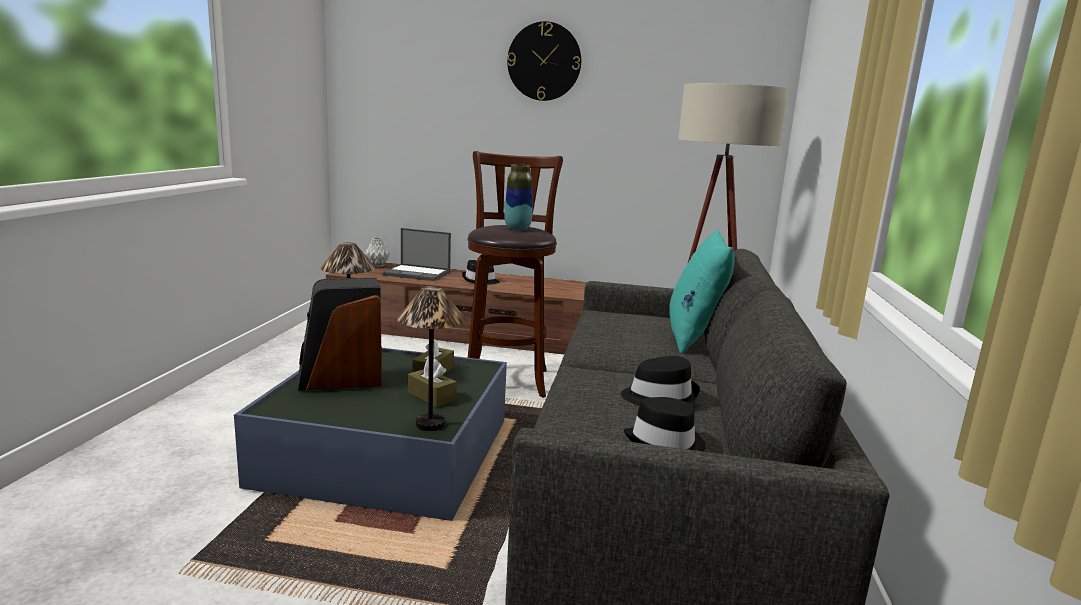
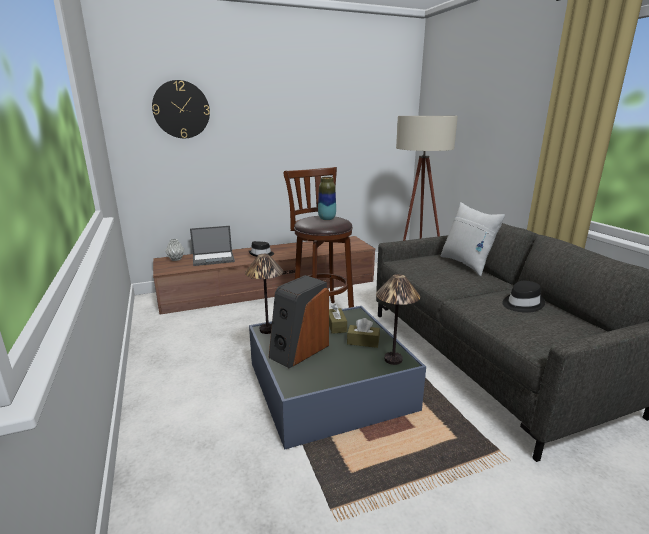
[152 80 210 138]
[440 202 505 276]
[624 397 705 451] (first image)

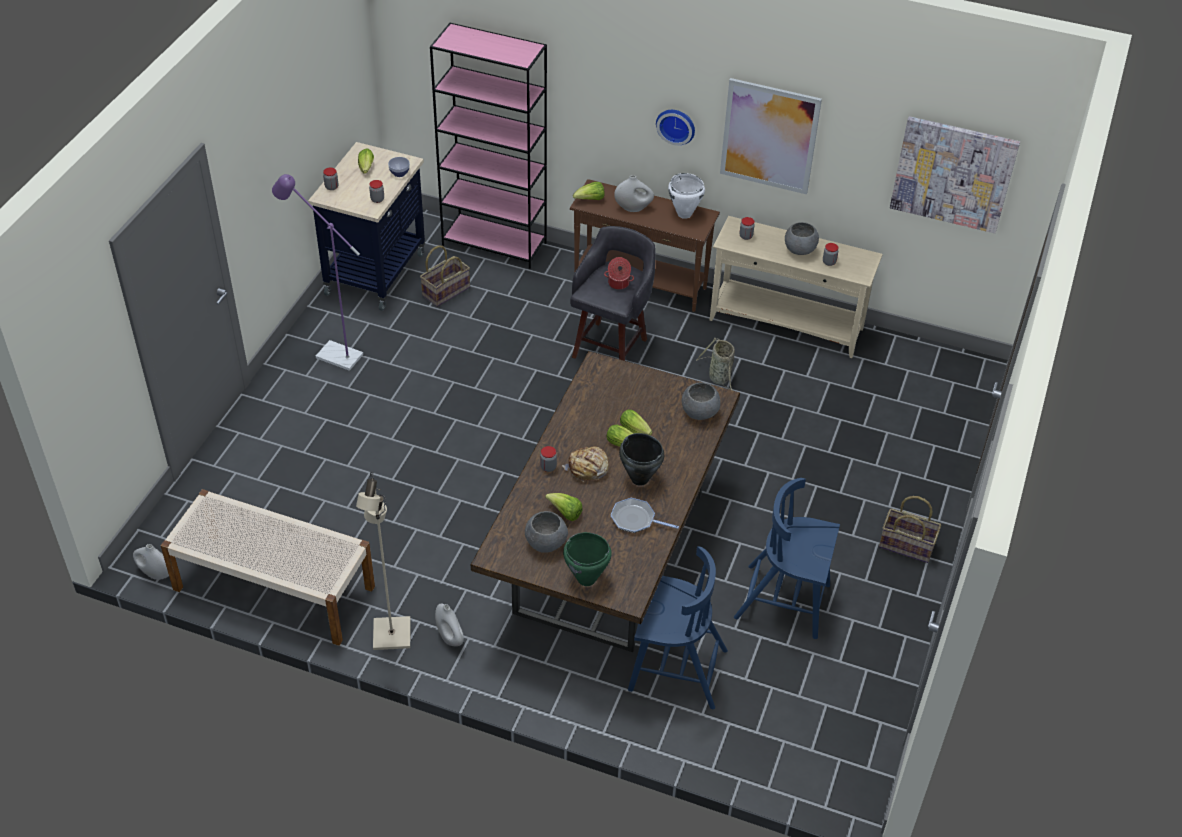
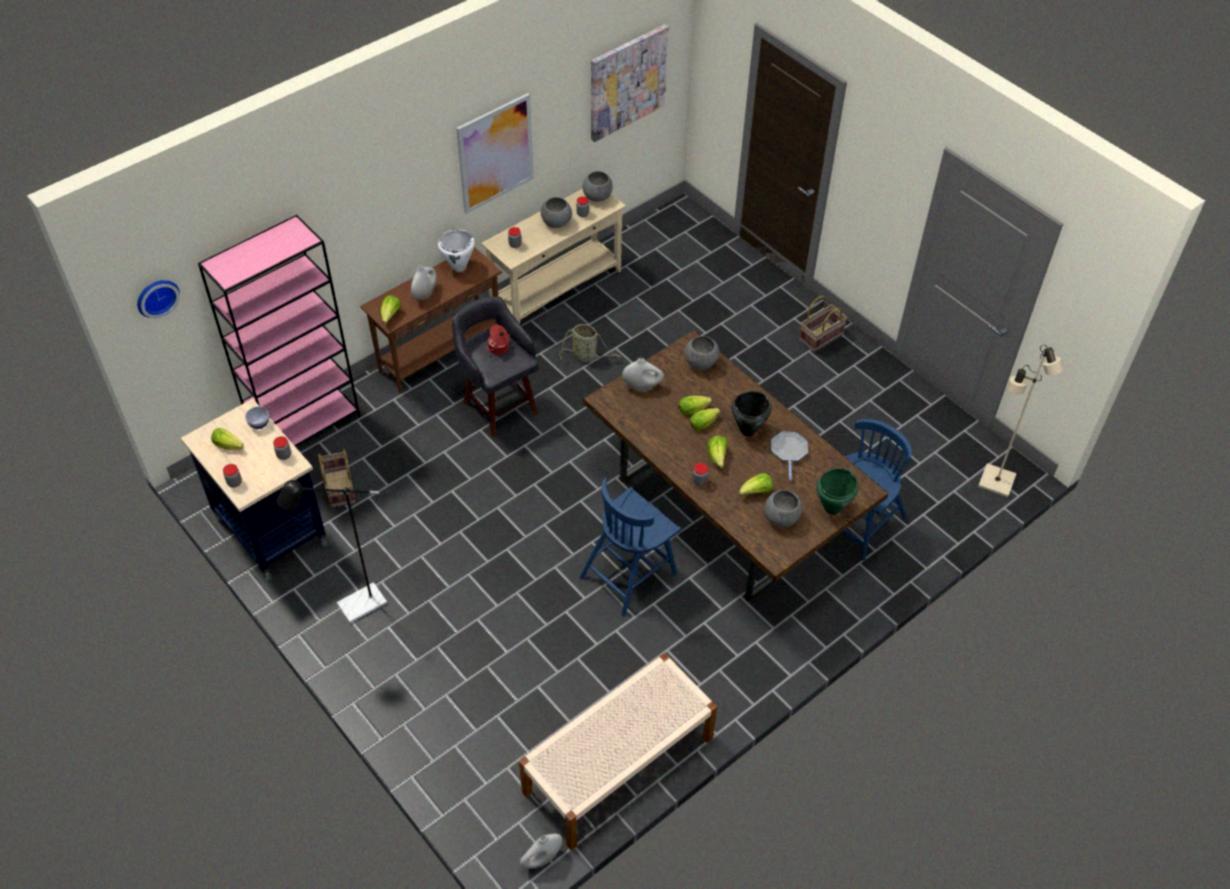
[137 280 180 318]
[277 479 387 623]
[707 435 728 468]
[978 345 1064 497]
[579 477 681 617]
[771 432 808 480]
[622 358 664 392]
[583 171 613 202]

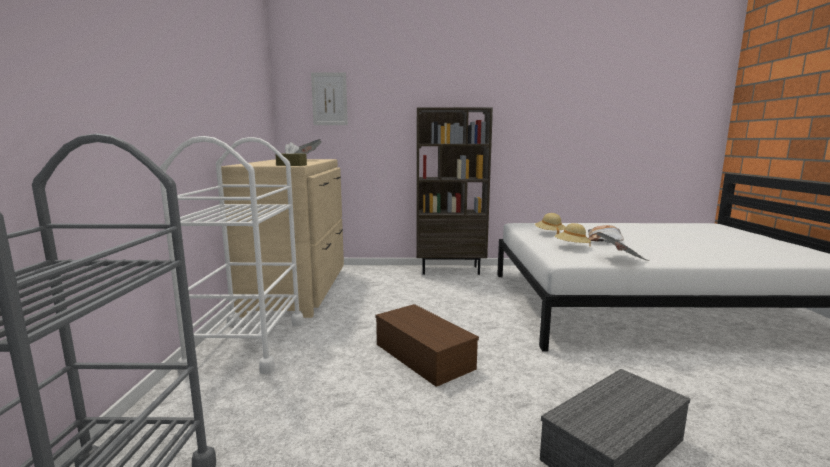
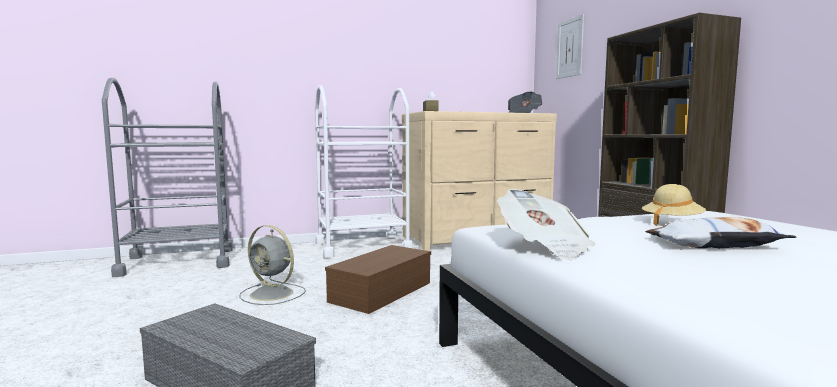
[555 223 591 247] (first image)
[239 225 306 305]

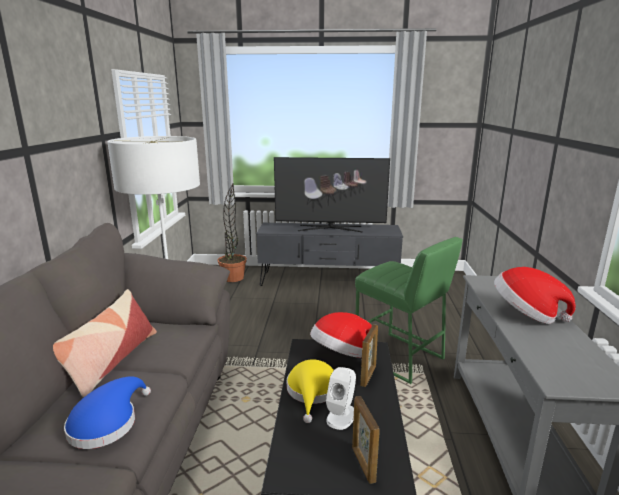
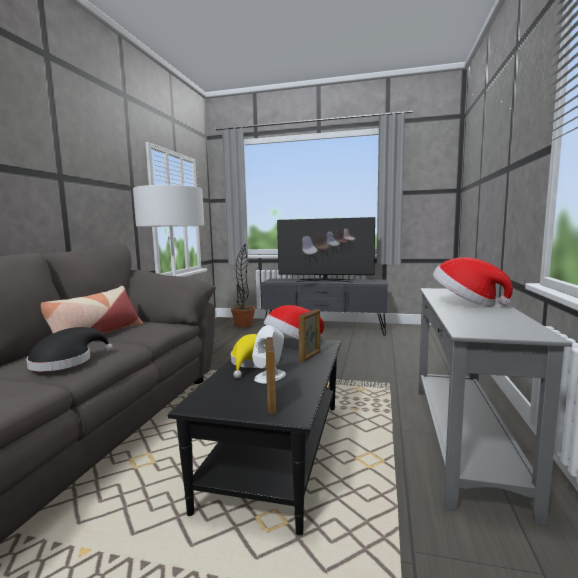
[355 237 463 384] (first image)
[26 327 113 371]

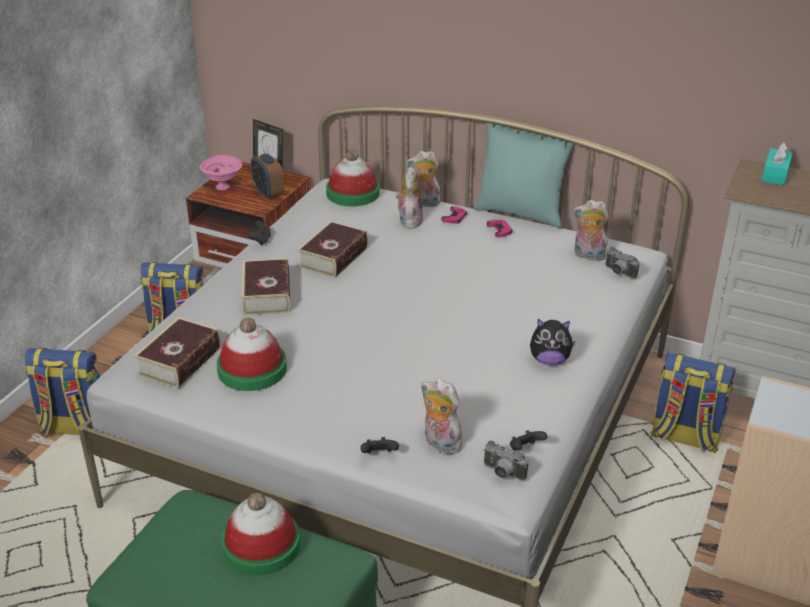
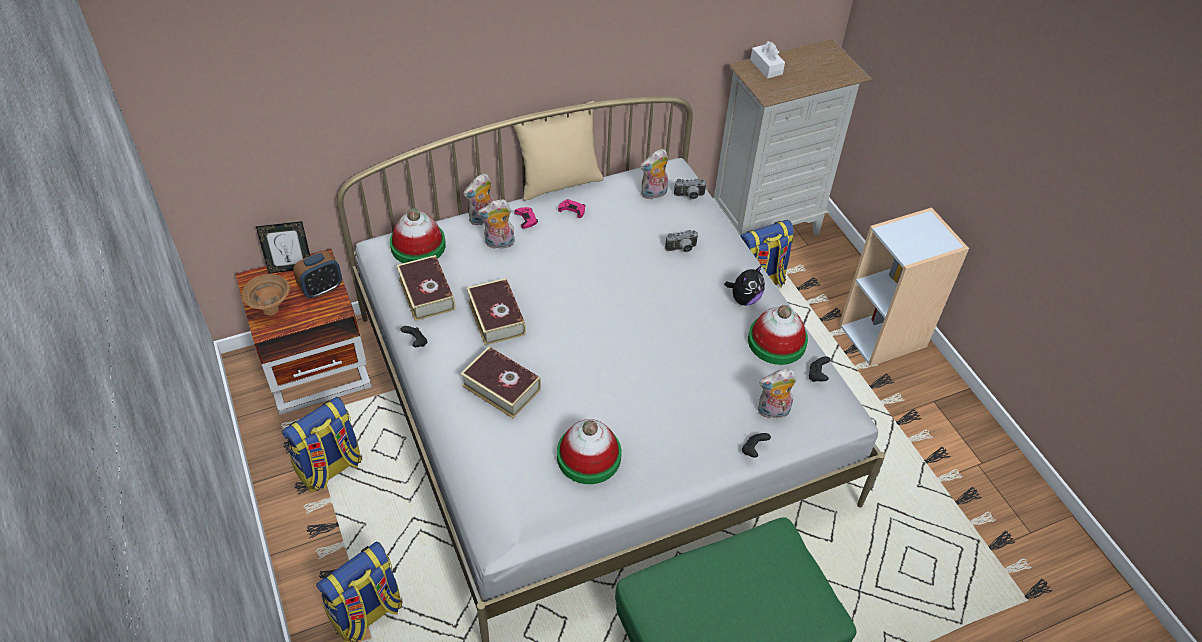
[513 101 604 201]
[750 41 785 79]
[293 251 342 298]
[242 274 290 315]
[477 199 515 249]
[396 255 455 321]
[665 230 698 252]
[748 305 808 365]

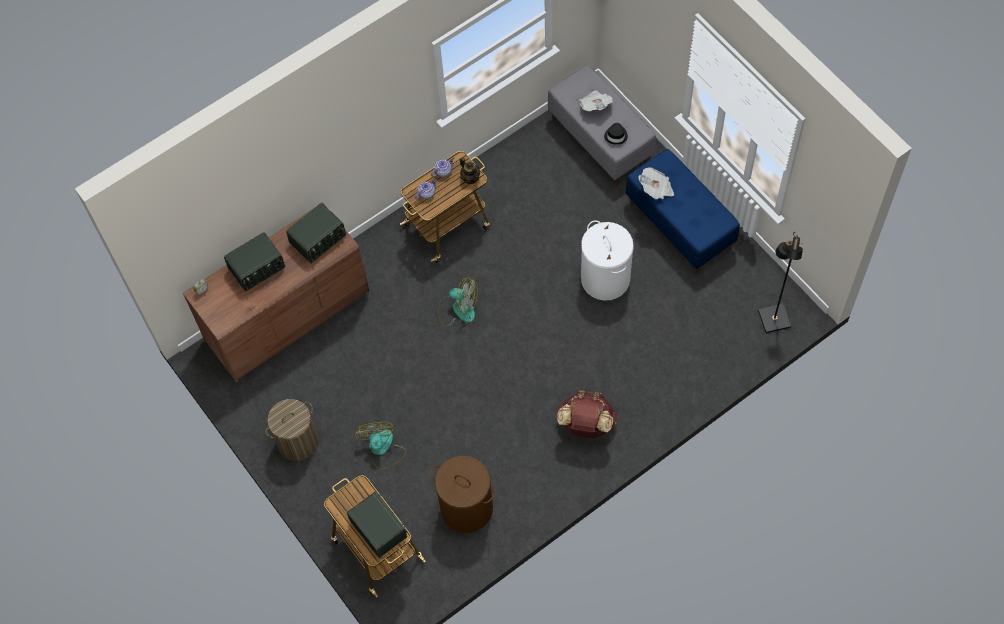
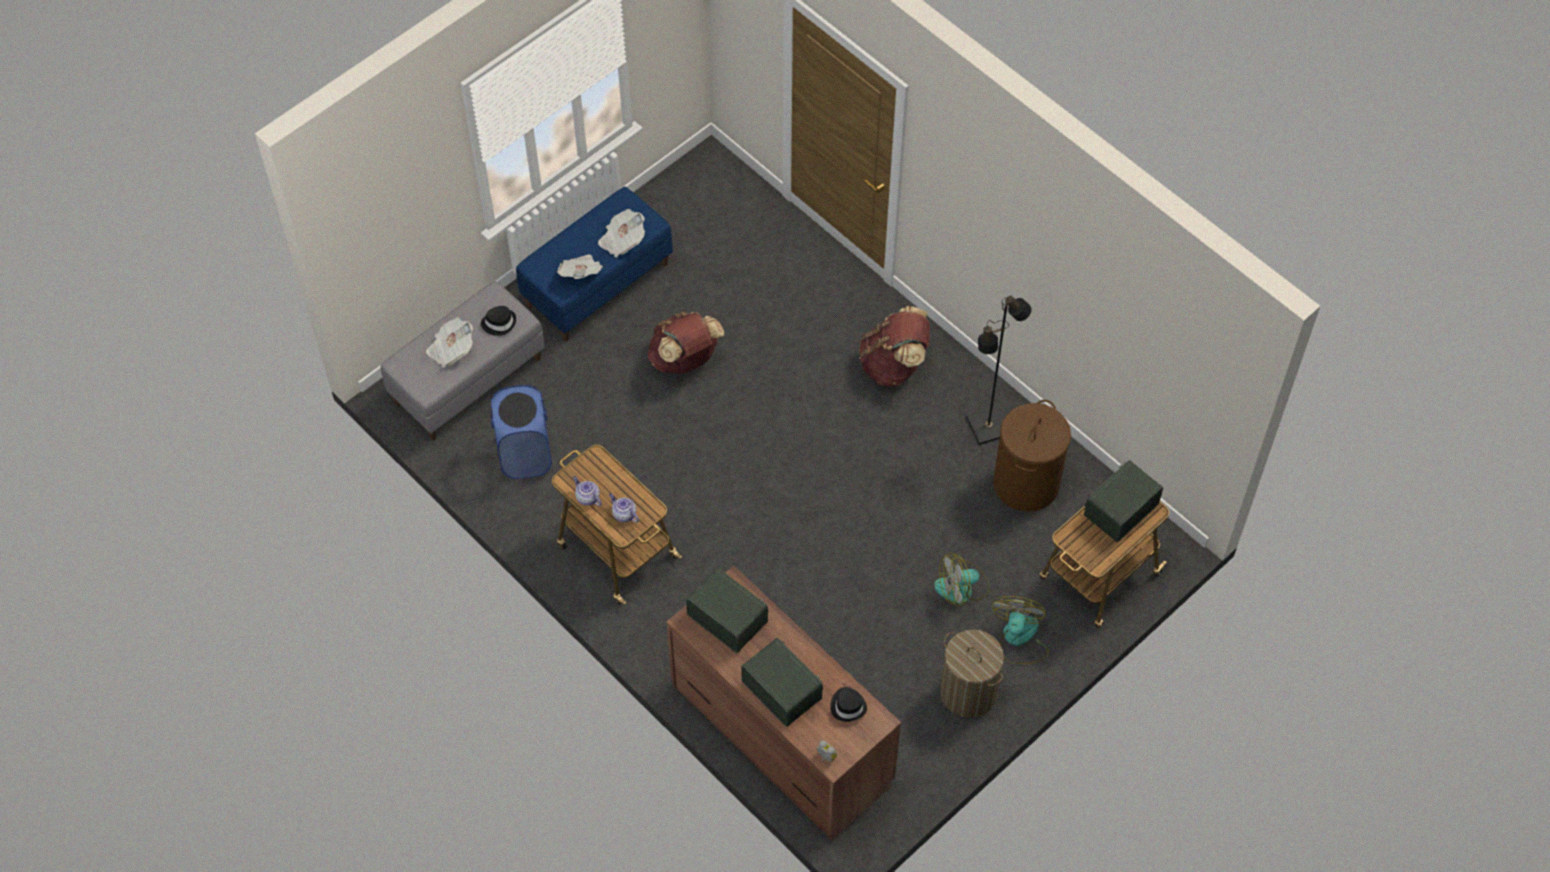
[460 157 480 184] (first image)
[647 312 724 374]
[966 295 1032 445]
[992 596 1049 664]
[598 209 645 258]
[490 385 552 479]
[830 687 867 722]

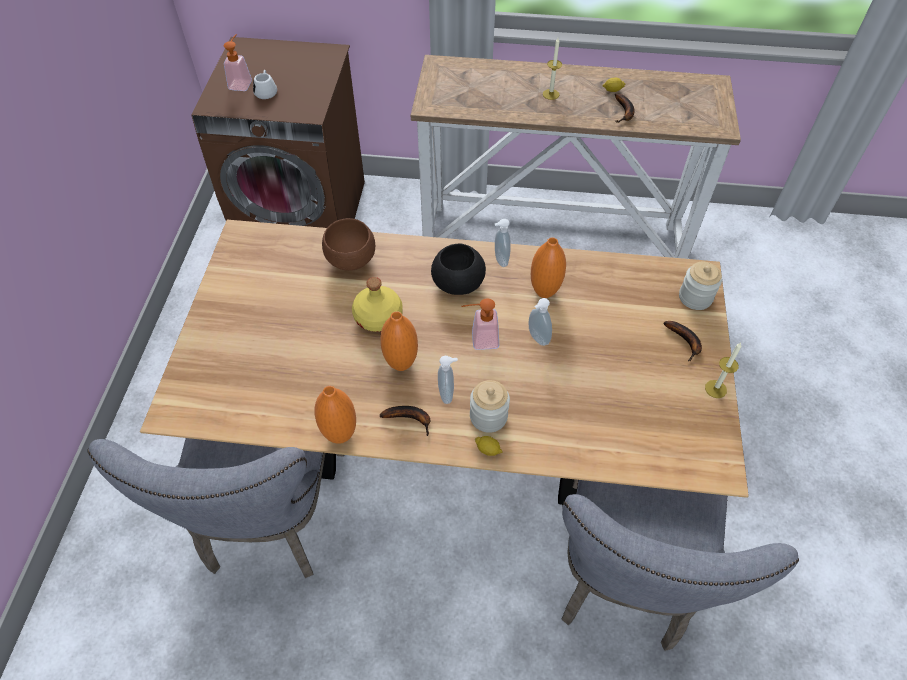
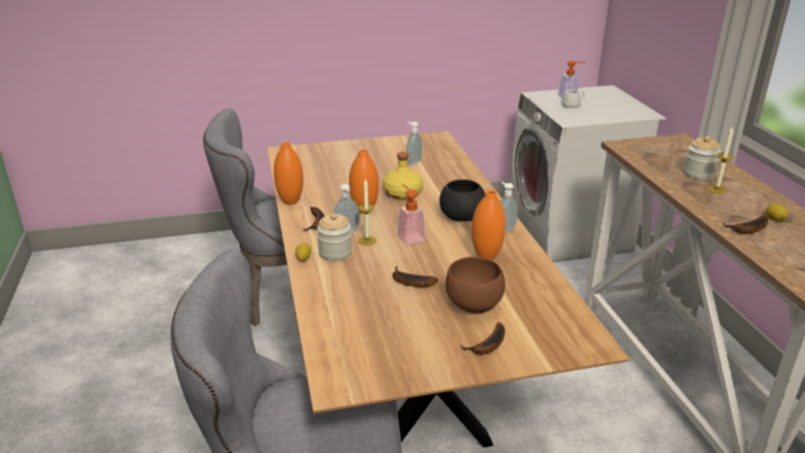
[510 85 667 263]
[446 257 505 313]
[684 136 721 180]
[406 122 422 166]
[358 178 376 245]
[392 266 438 287]

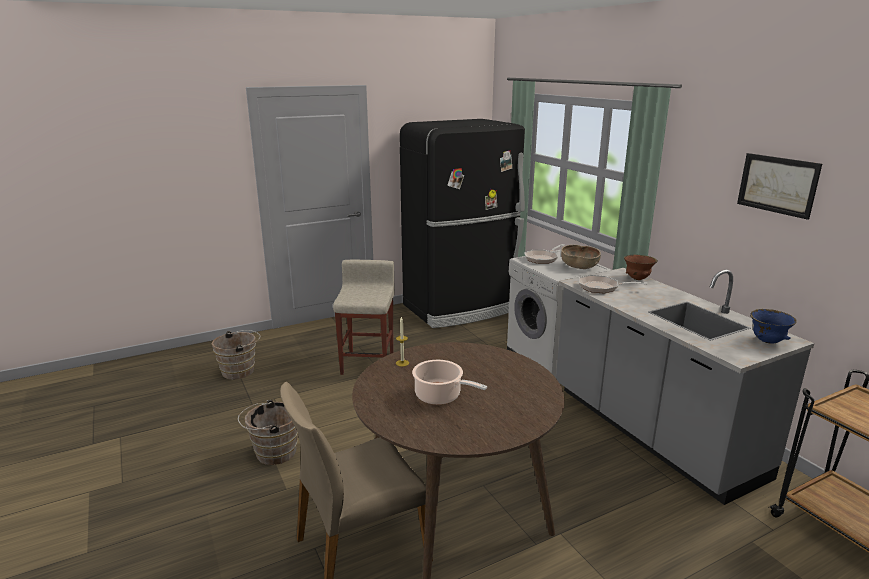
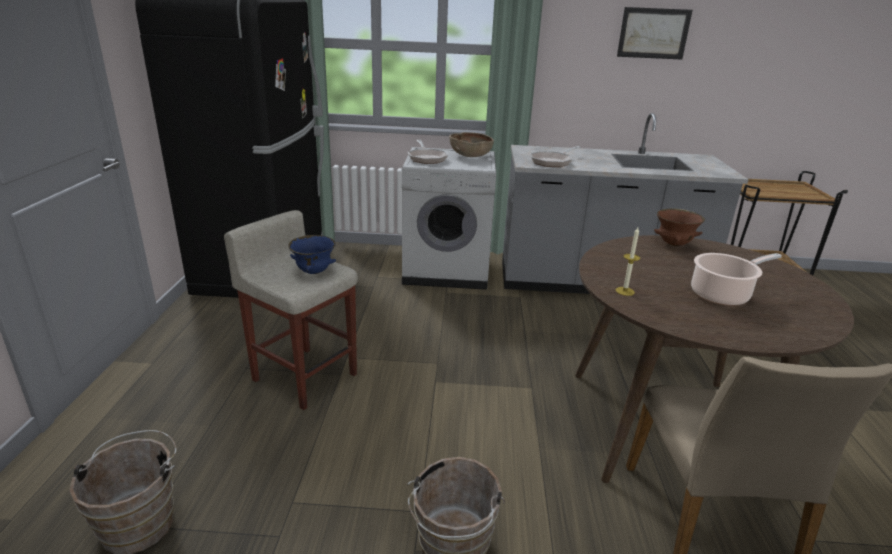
[654 209 705 246]
[289 235 336 274]

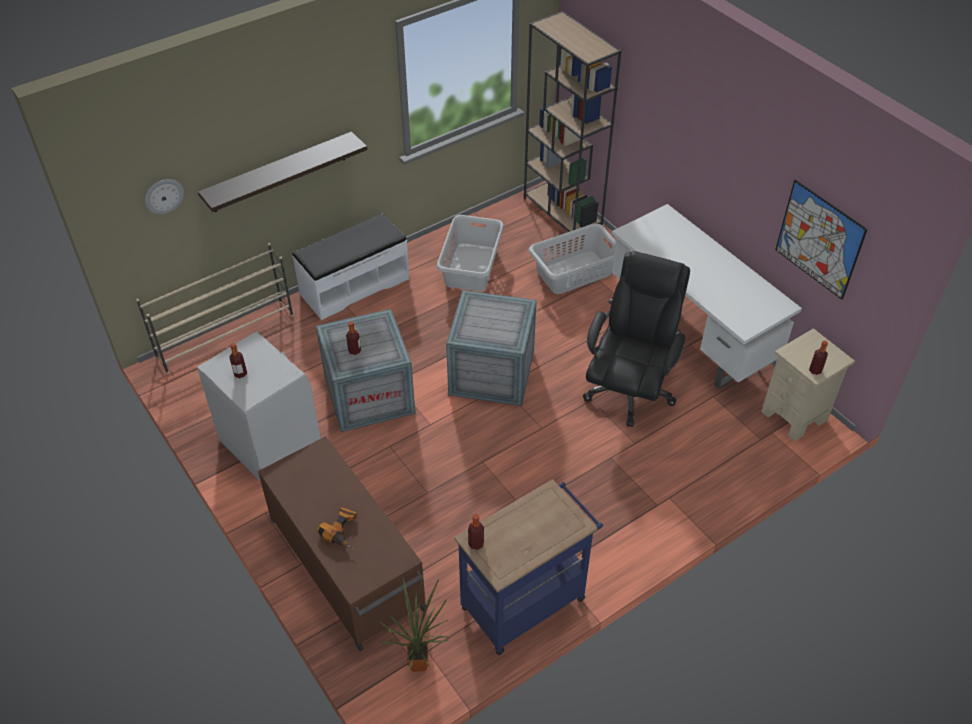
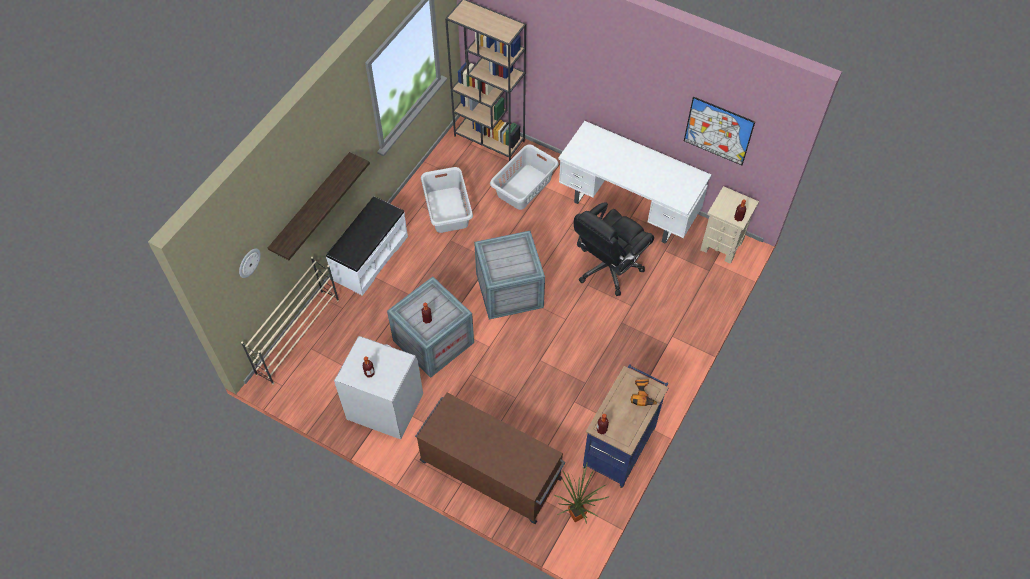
[574 202 654 296]
[630 379 663 406]

